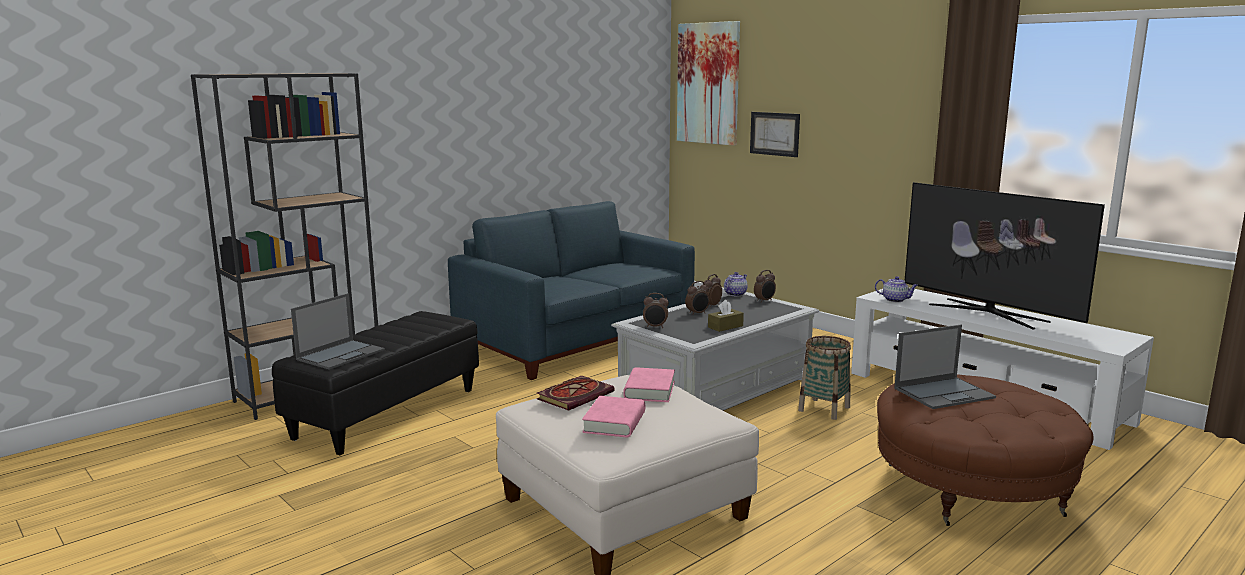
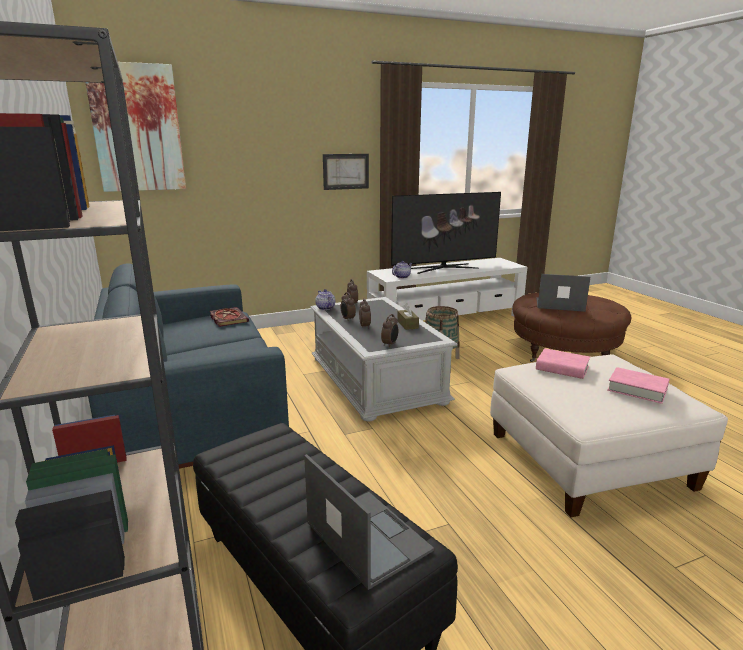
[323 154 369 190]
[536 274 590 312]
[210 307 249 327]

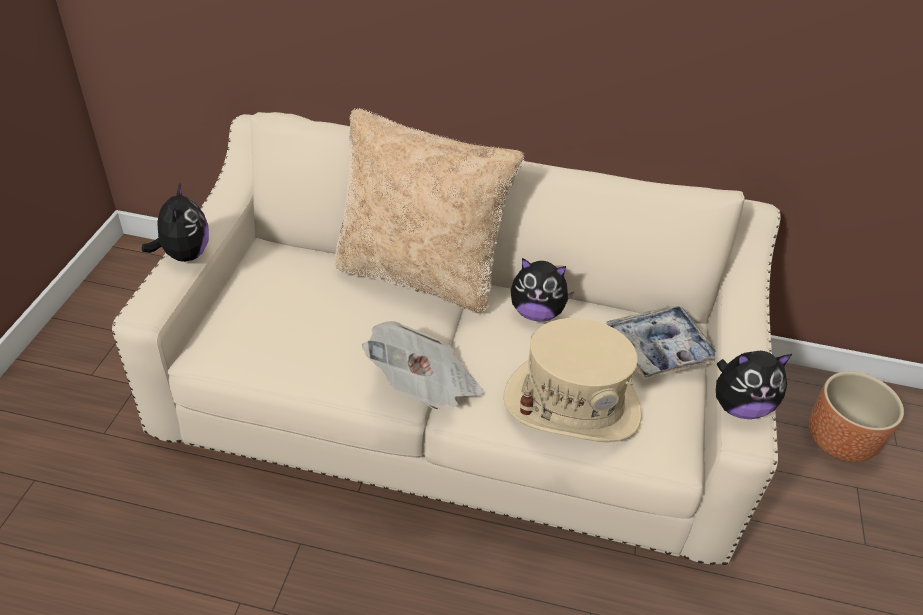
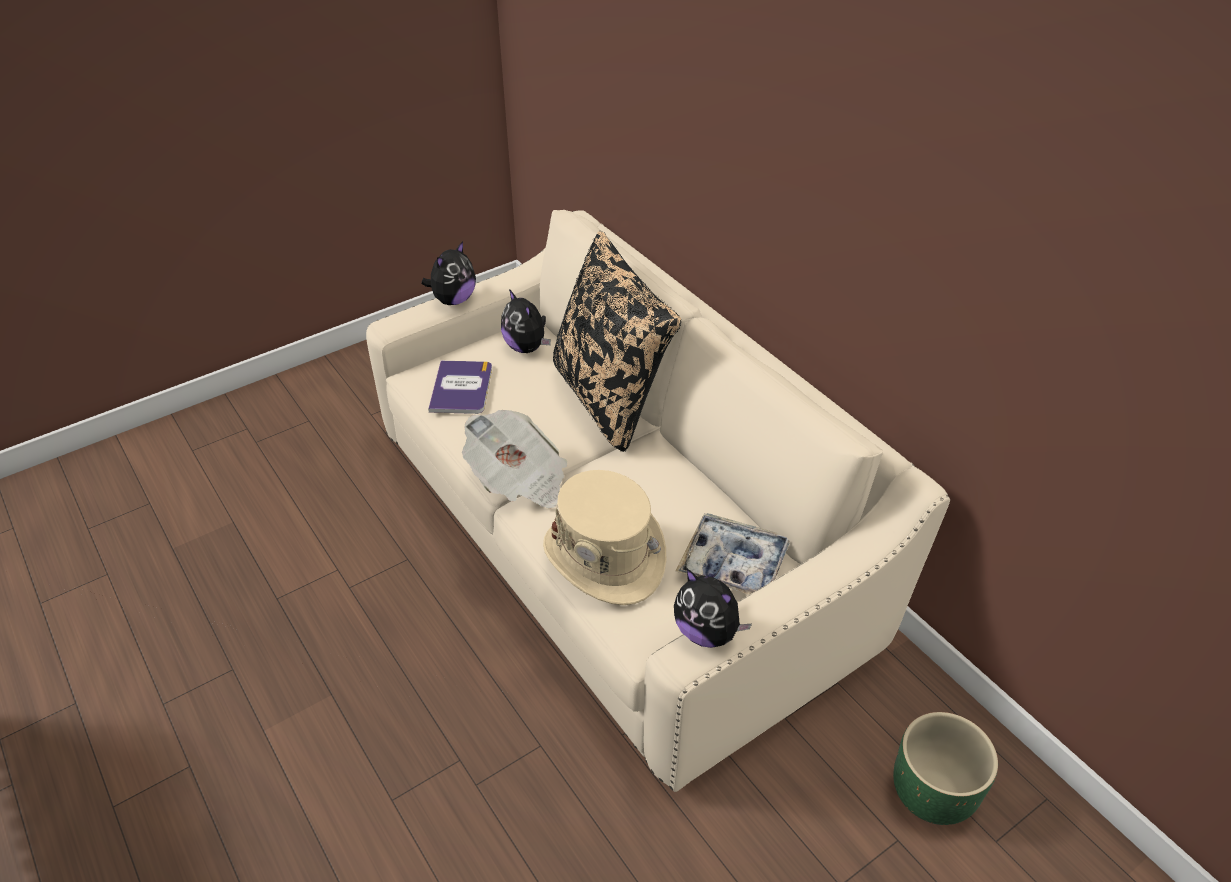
[553 231 682 452]
[501 289 551 353]
[893 712 998 825]
[428 360 492 414]

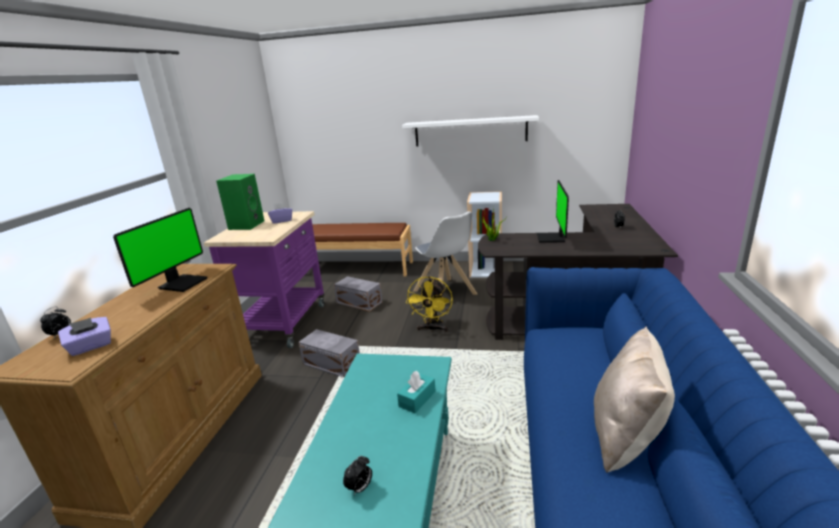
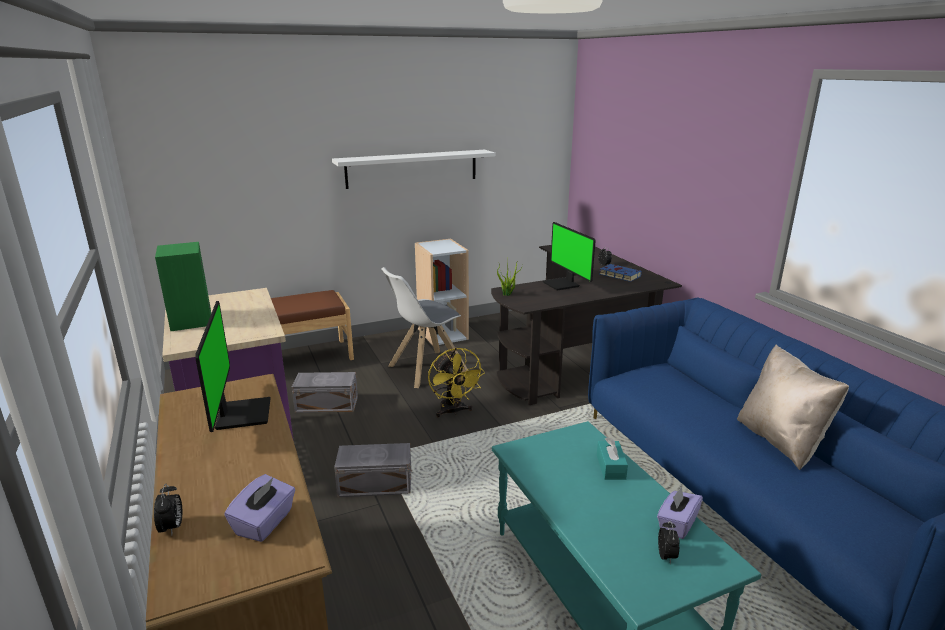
[657 486 703 539]
[381 267 468 388]
[599 264 642 282]

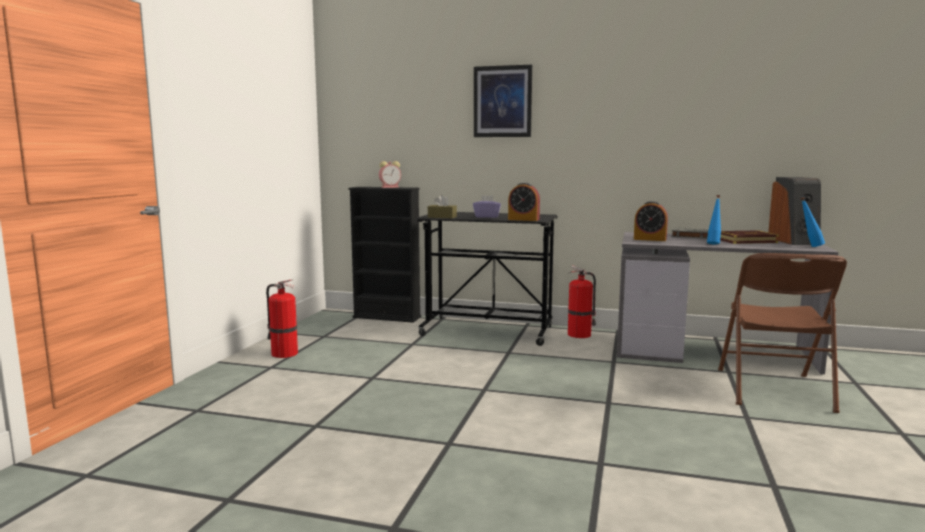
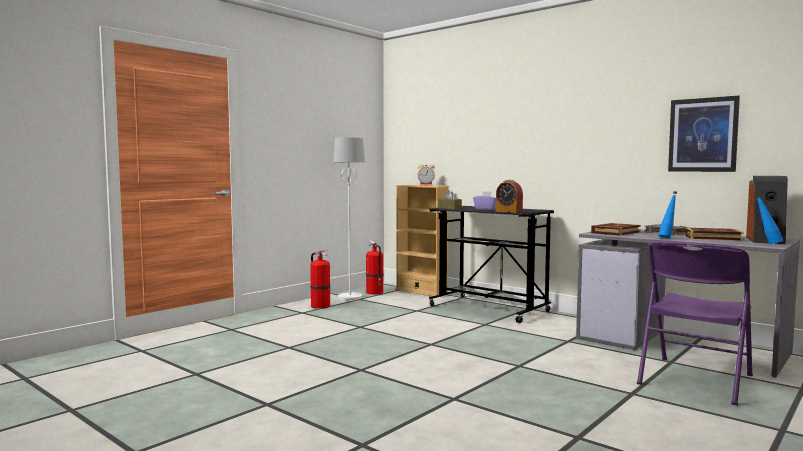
[668 96 740 172]
[395 185 449 297]
[591 223 641 236]
[637 241 753 406]
[366 240 383 295]
[333 137 365 300]

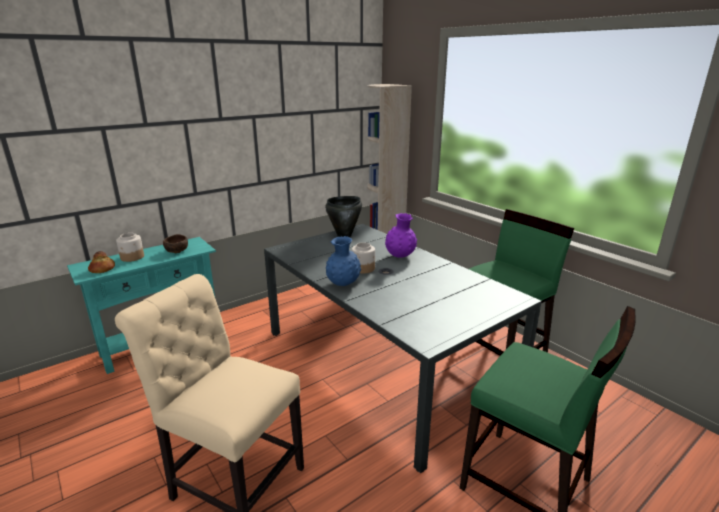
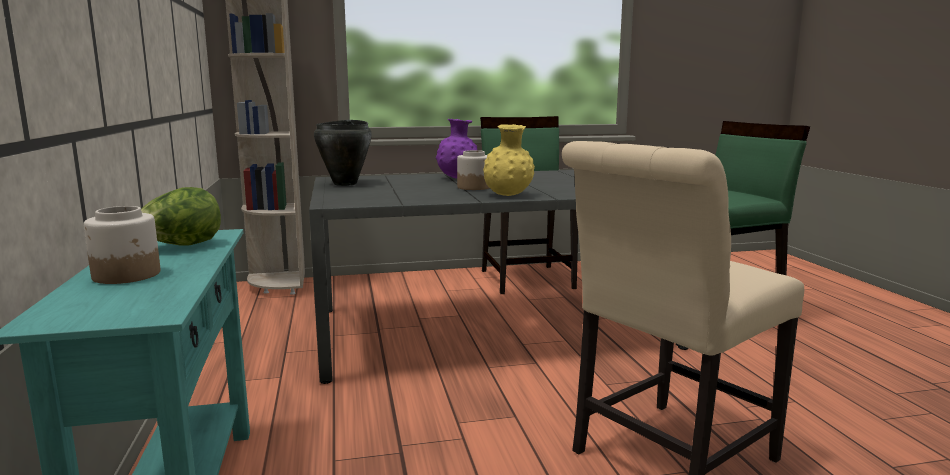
[141 187 221 246]
[483 124 535 196]
[88 251 115 273] (first image)

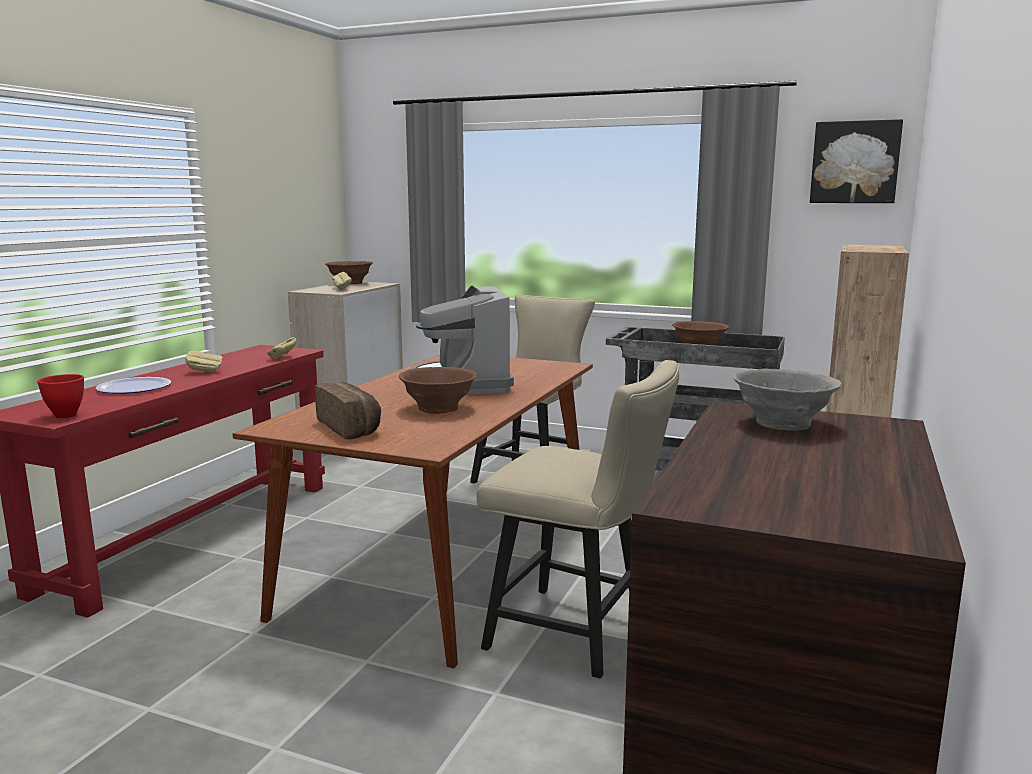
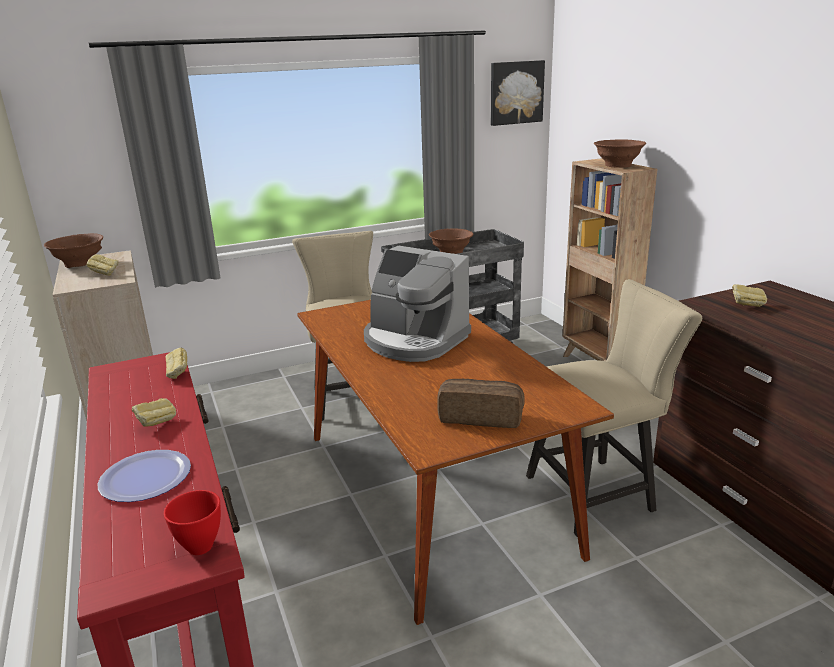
[594 139 646 168]
[732 284 767 307]

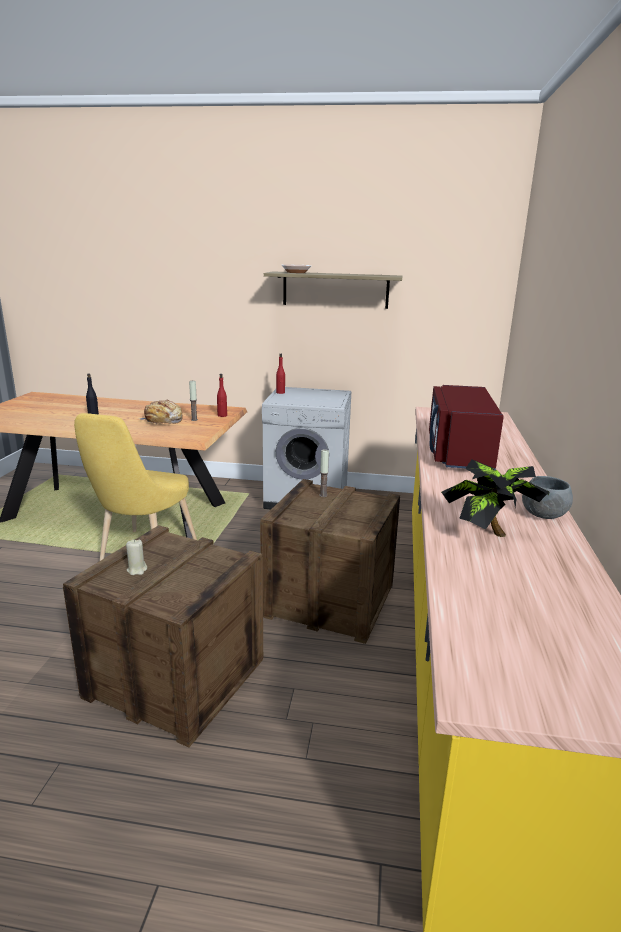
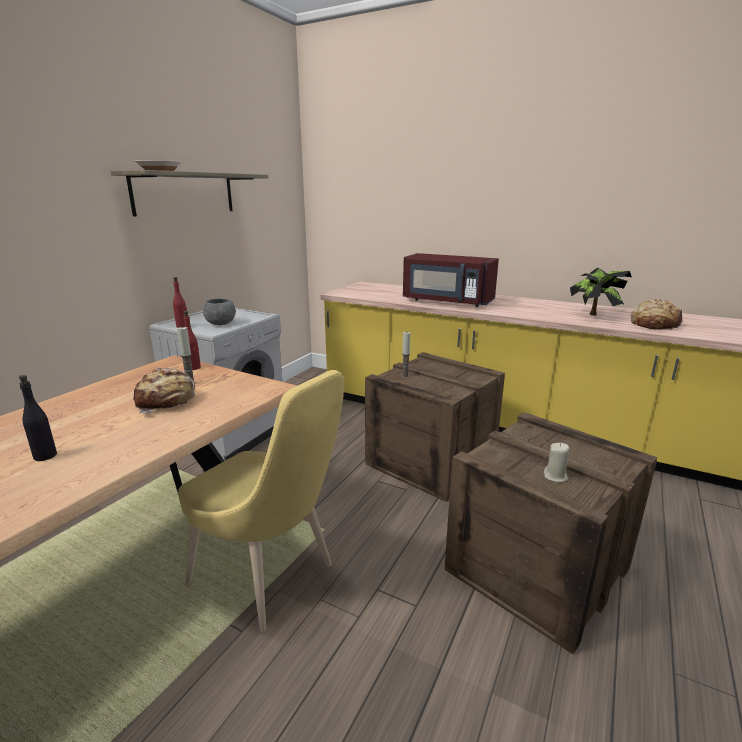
[203 298 236 325]
[630 298 684 330]

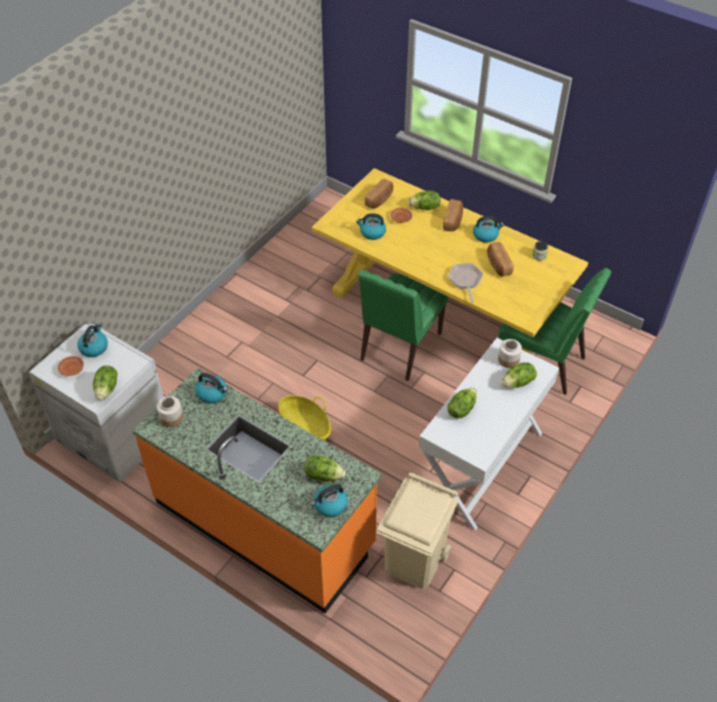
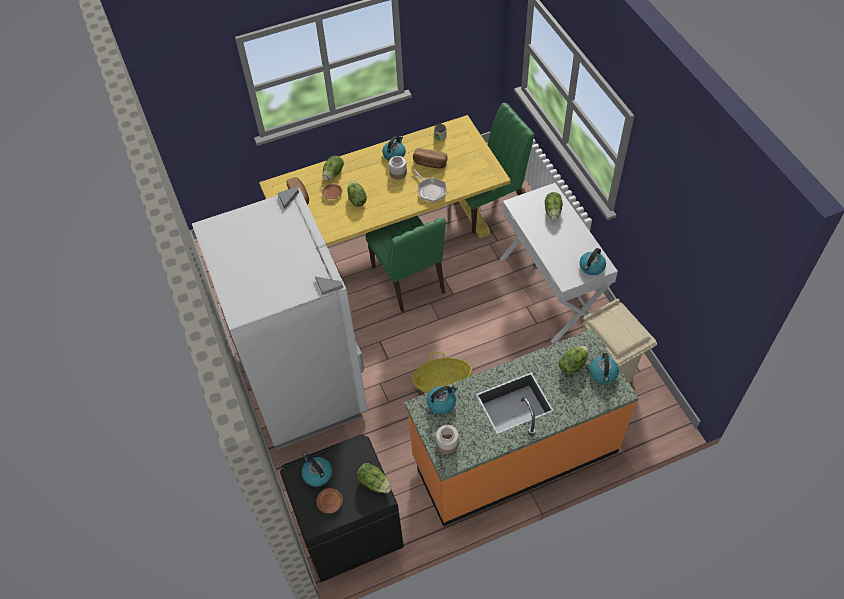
[443 199 463 231] (first image)
[580 248 606 275]
[413 169 447 202]
[280 434 404 582]
[389 156 407 180]
[347 181 366 207]
[192 187 368 450]

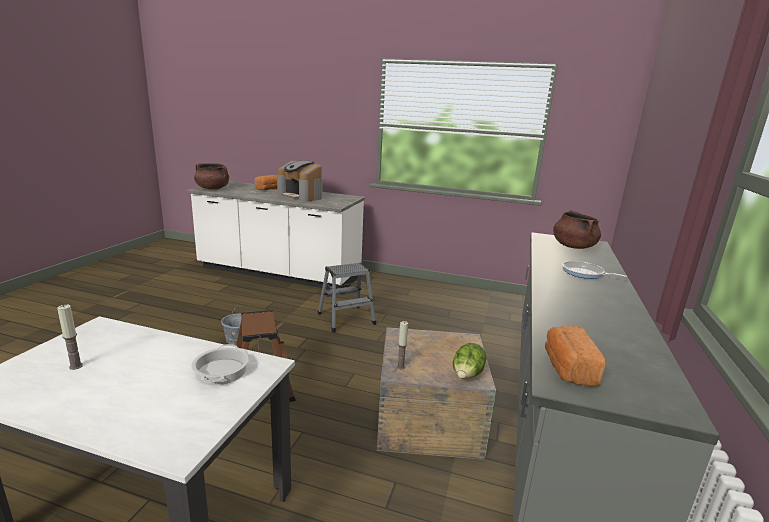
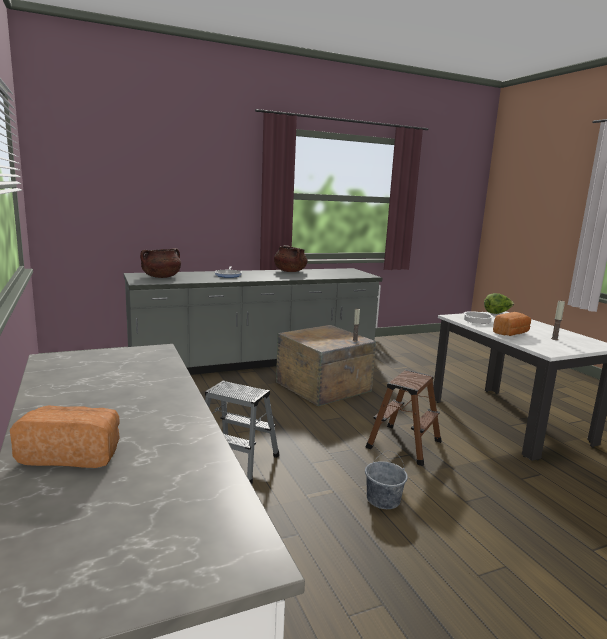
[277 161 323 202] (first image)
[274 245 308 272]
[493 312 531 336]
[484 293 514 314]

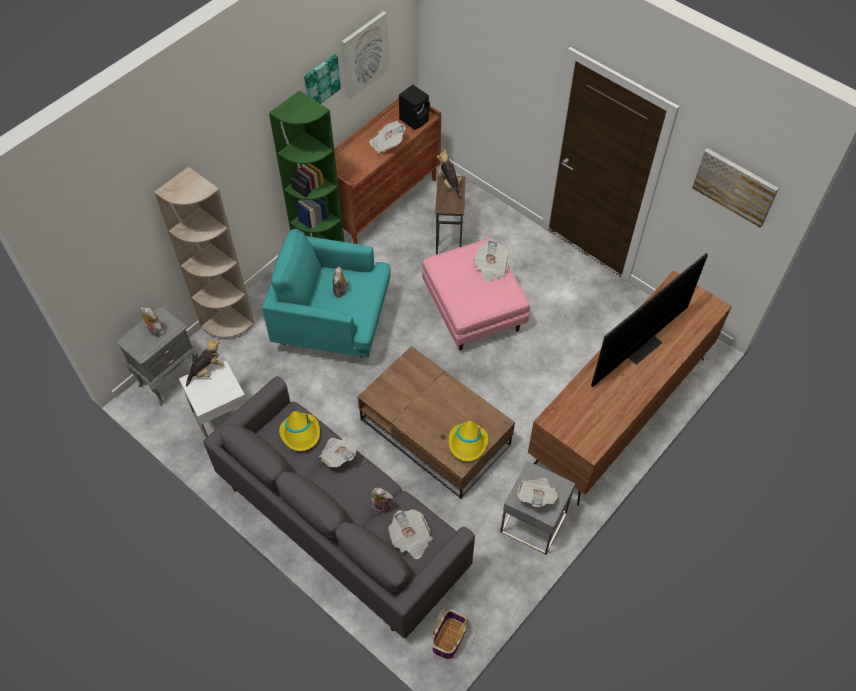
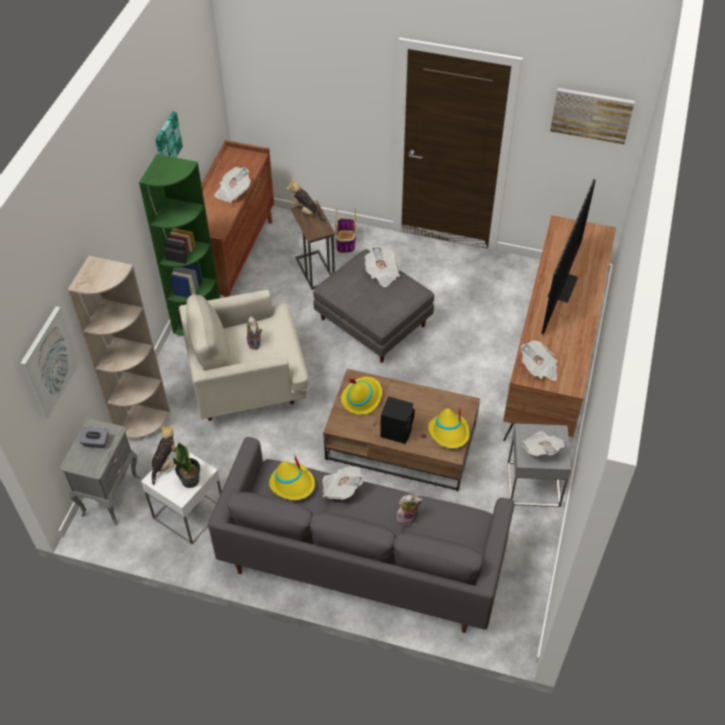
[20 306 80 419]
[380 396 415 444]
[179 290 308 421]
[313 249 434 363]
[80 427 108 448]
[521 340 558 381]
[335 208 357 253]
[341 377 382 415]
[173 443 200 488]

